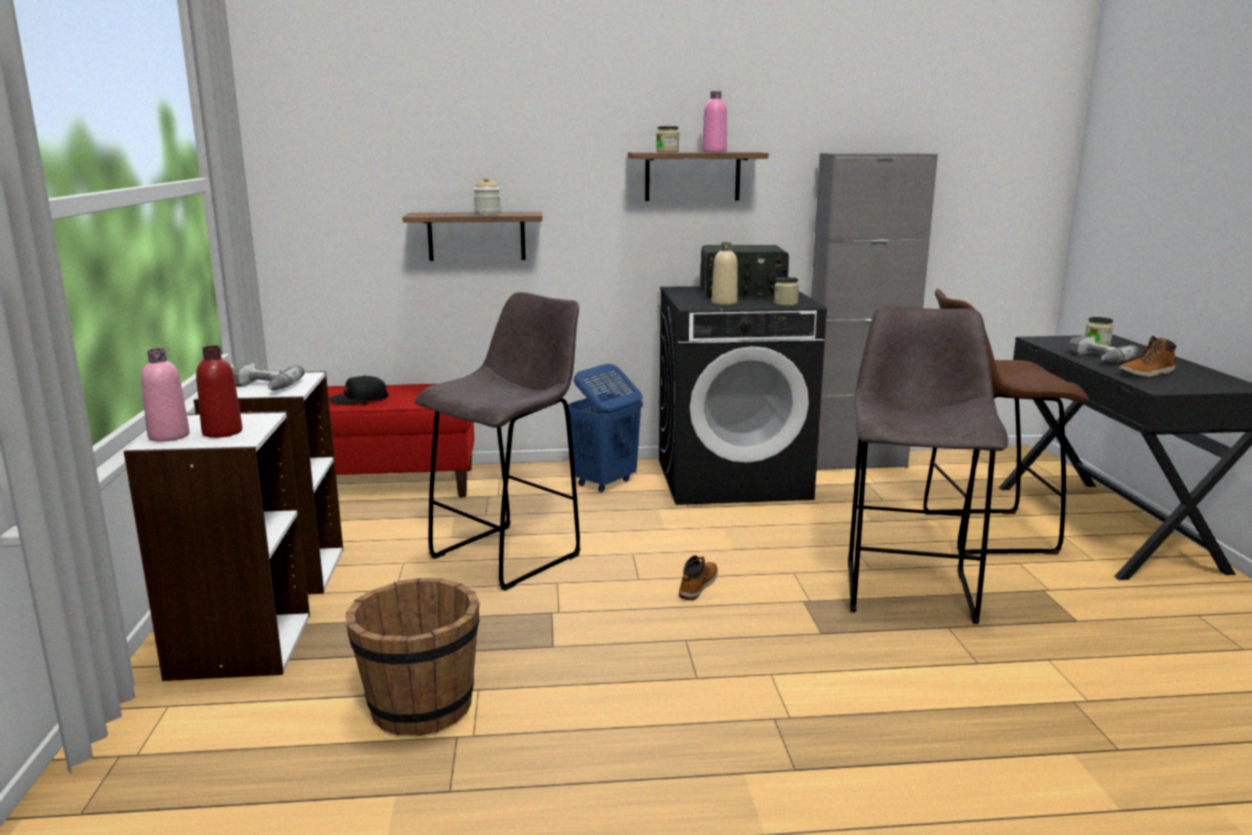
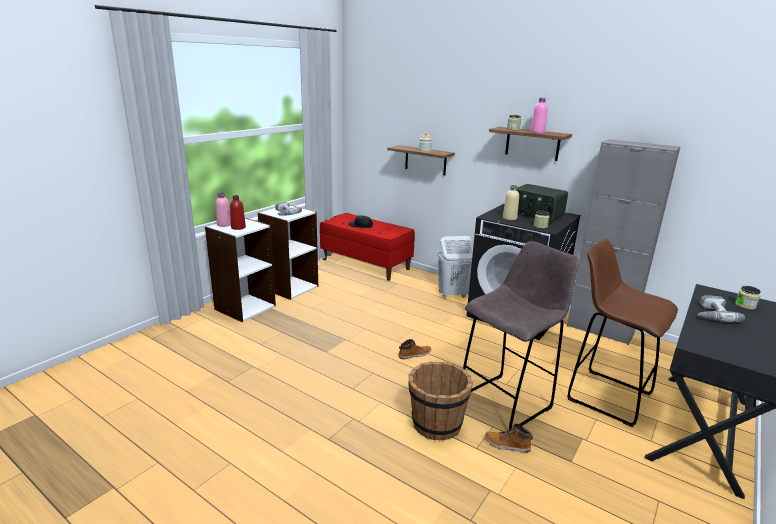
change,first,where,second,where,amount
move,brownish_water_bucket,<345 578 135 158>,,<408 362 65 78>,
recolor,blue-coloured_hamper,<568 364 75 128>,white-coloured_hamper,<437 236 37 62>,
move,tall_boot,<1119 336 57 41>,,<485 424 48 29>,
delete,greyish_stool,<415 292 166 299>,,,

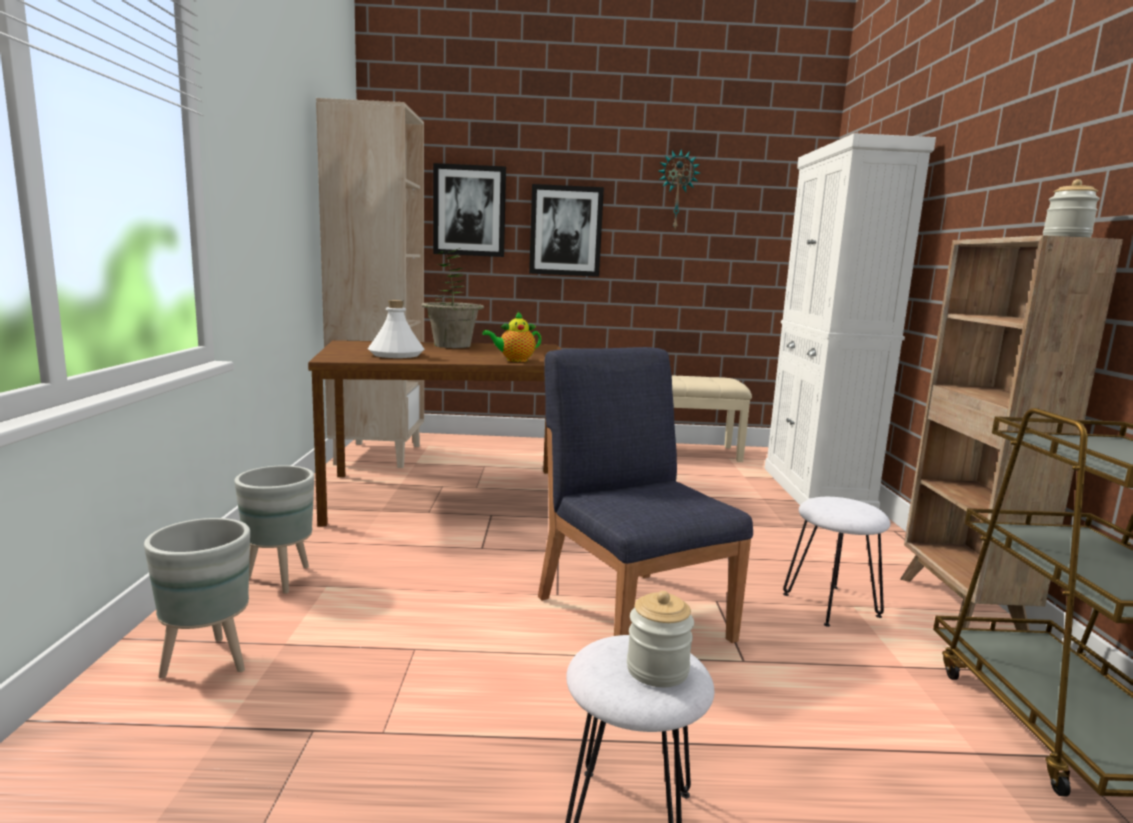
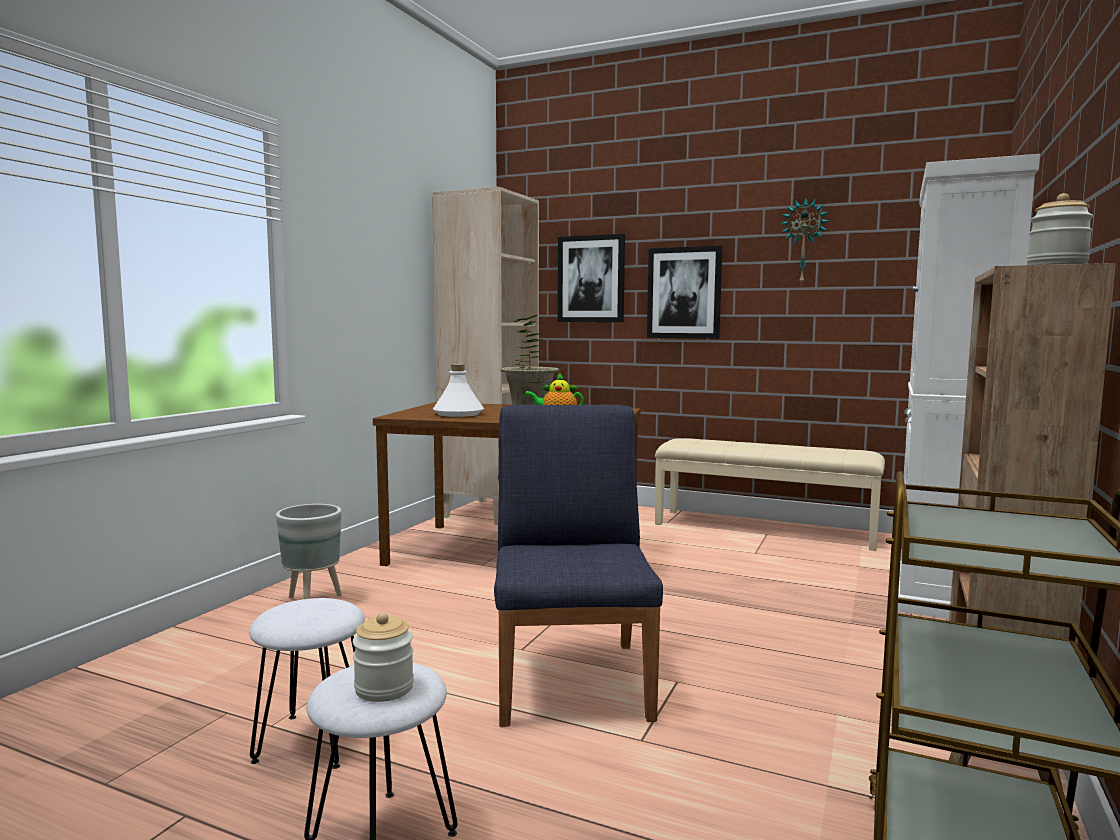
change,first,where,second,where,amount
move,white-coloured_stool,<783 497 108 130>,,<249 598 116 171>,
delete,greyish_planter,<144 518 106 161>,,,

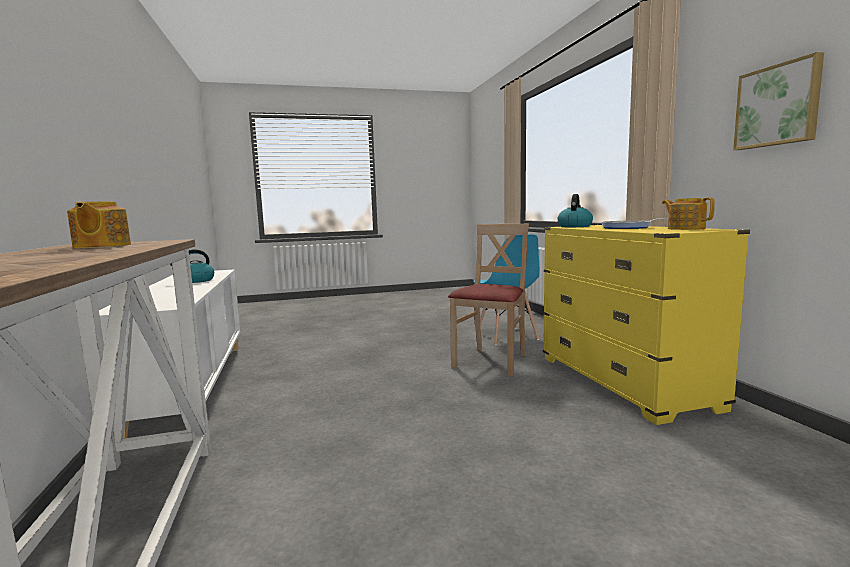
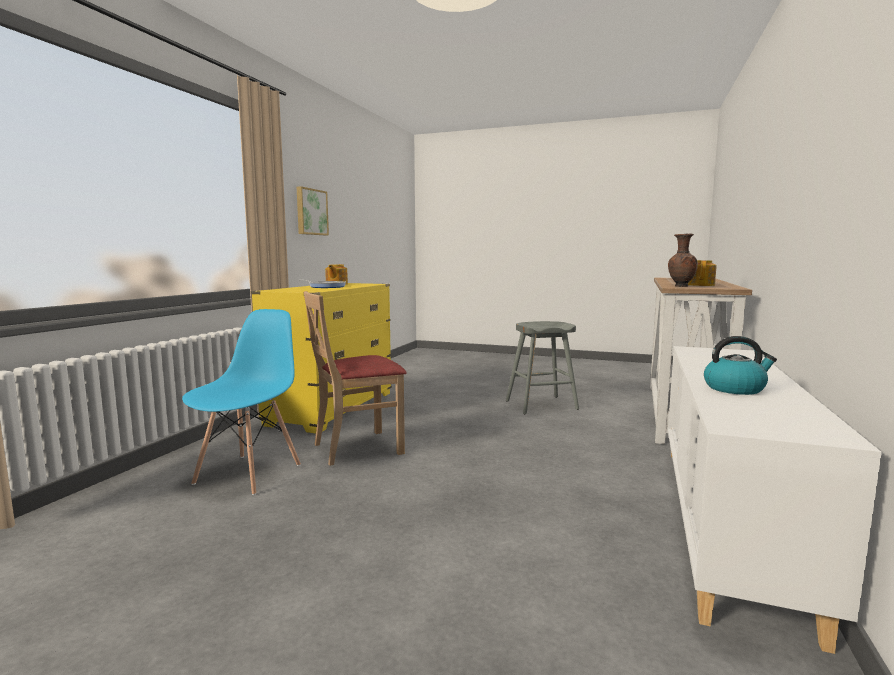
change,first,where,second,where,amount
insert,,,greyish_stool,<506 321 73 93>,
insert,,,brownish_flower_vase,<668 234 30 53>,
delete,kettle,<558 194 35 33>,,,

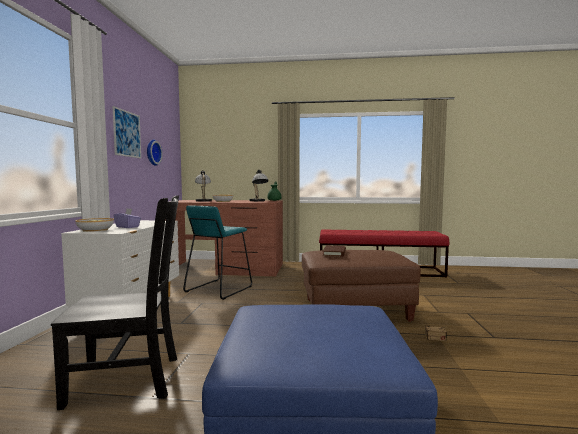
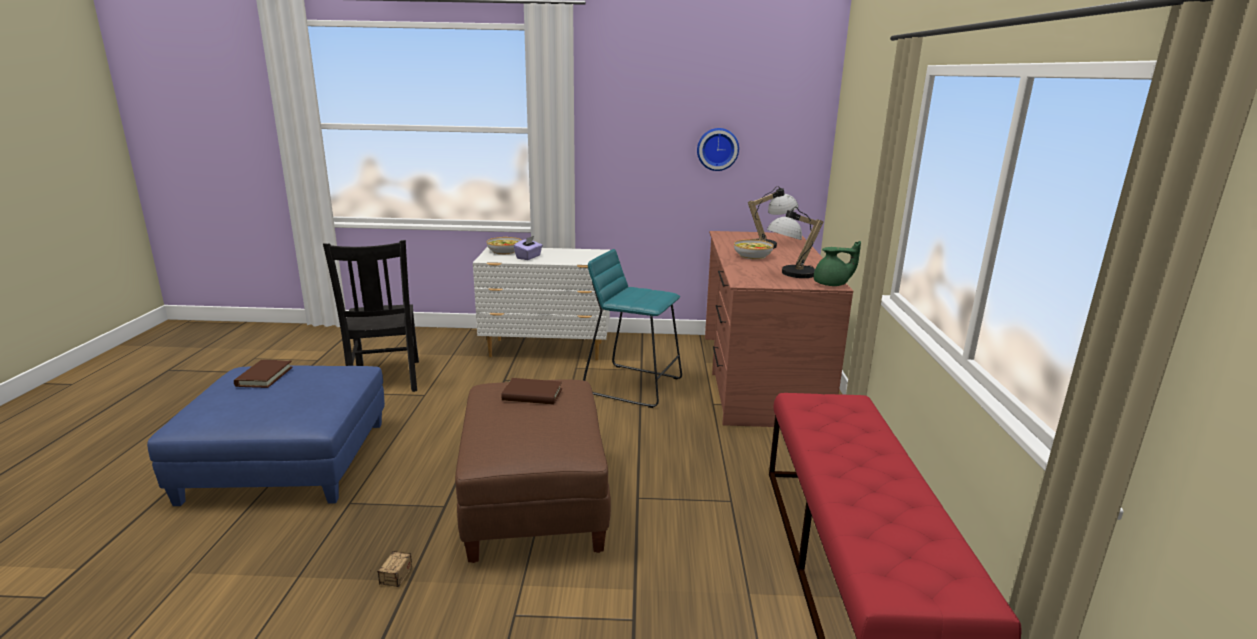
change,first,where,second,where,amount
insert,,,brownish_volume,<234 360 59 28>,
delete,wall_picture,<112 106 29 52>,,,

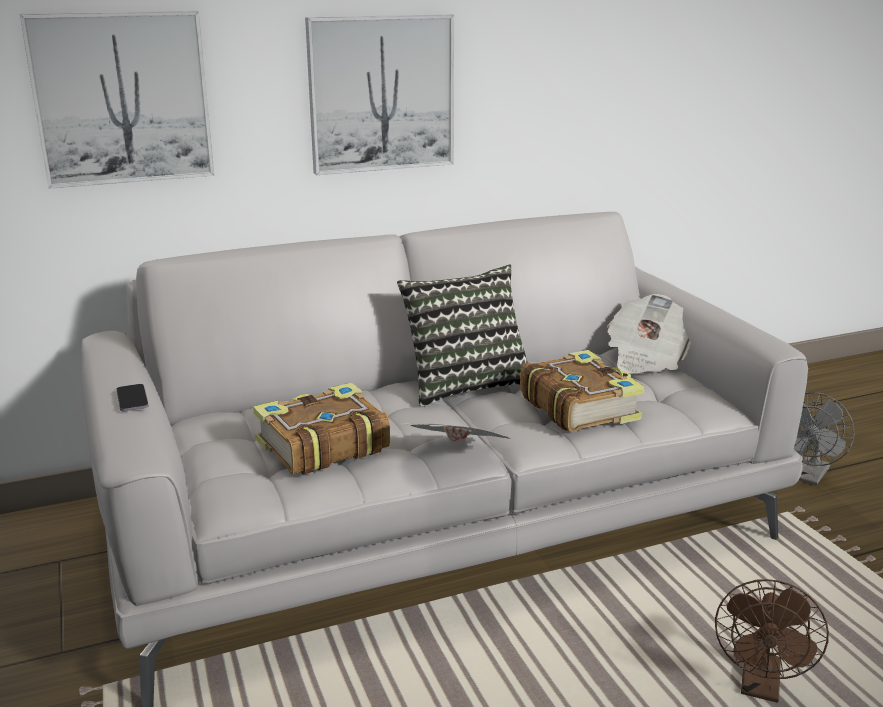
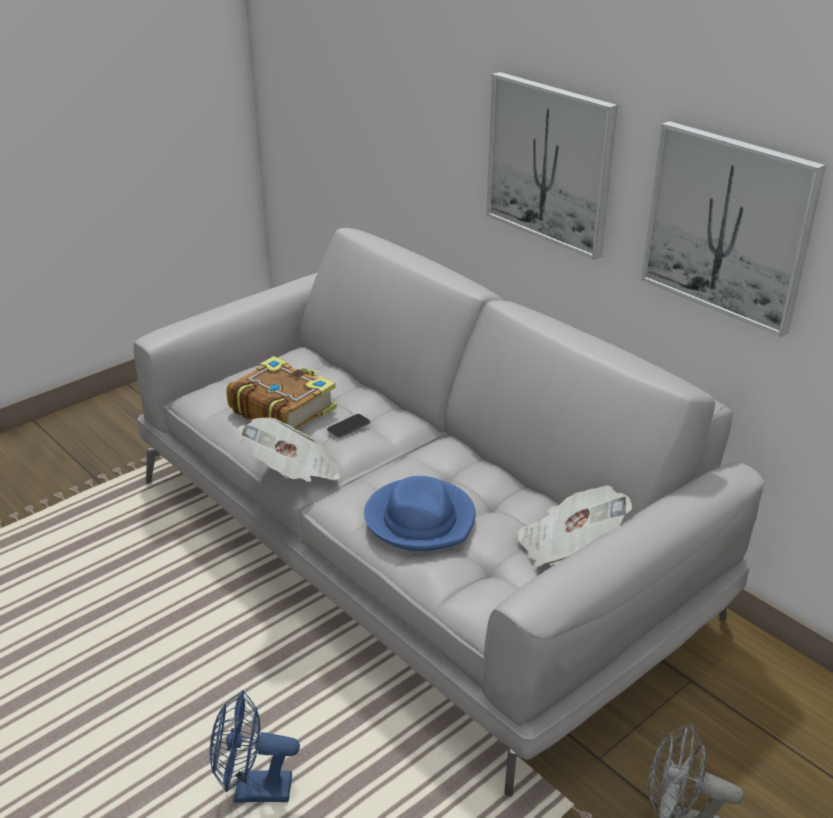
change,first,where,second,where,amount
recolor,brownish_cooling_fan,<715 579 114 124>,blue-coloured_cooling_fan,<210 690 90 112>,
move,telephone,<117 384 32 28>,,<327 414 43 24>,
replace,volume,<520 350 124 82>,blue-coloured_clothing_hat,<364 476 112 75>,
move,wall_picture,<20 11 194 178>,,<641 121 185 216>,
delete,cushion,<397 264 131 143>,,,

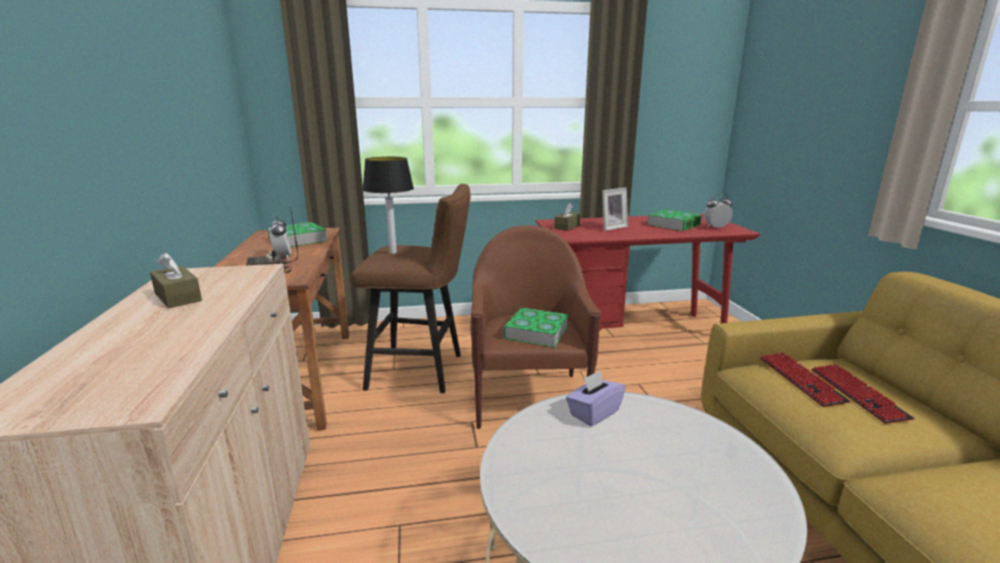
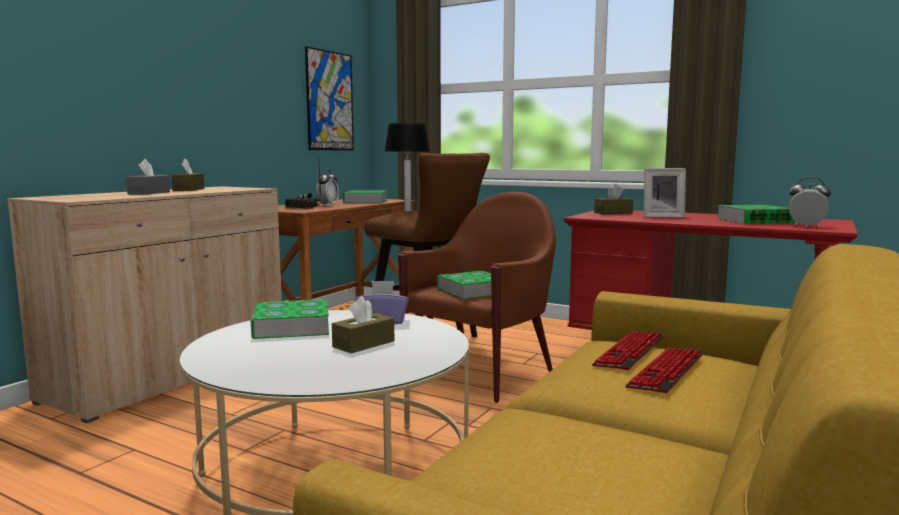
change,first,where,second,where,amount
insert,,,greyish_tissue_holder,<126 159 44 36>,
insert,,,volume,<251 299 78 40>,
insert,,,wall_picture,<305 46 49 104>,
insert,,,brownish_tissue_holder,<332 296 62 57>,

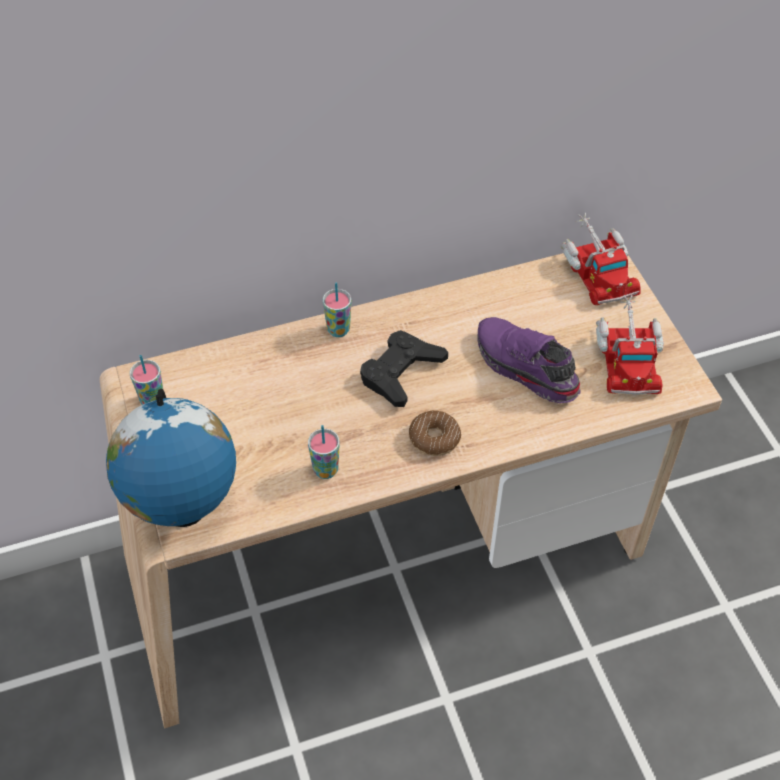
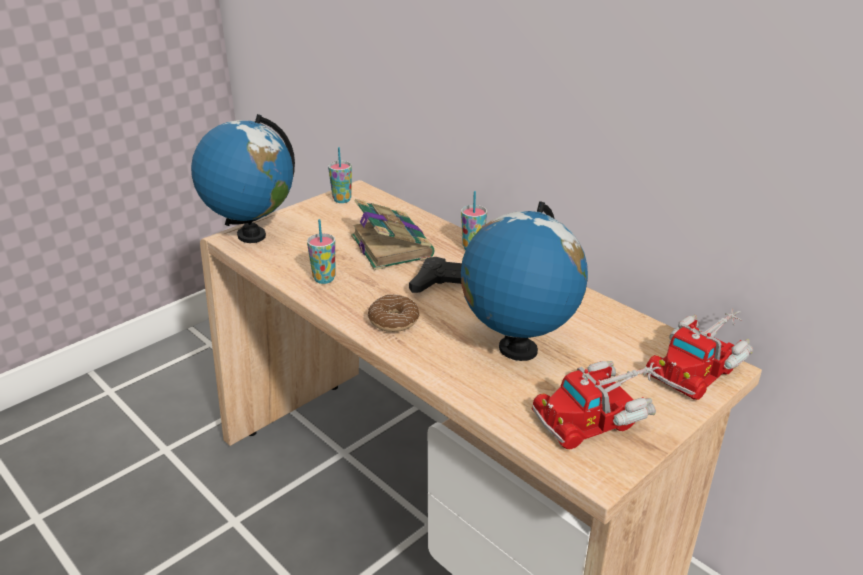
change,first,where,second,where,amount
insert,,,volume,<351 199 83 71>,
replace,purple-coloured_low_shoe,<477 317 103 86>,world_globe,<461 201 127 160>,

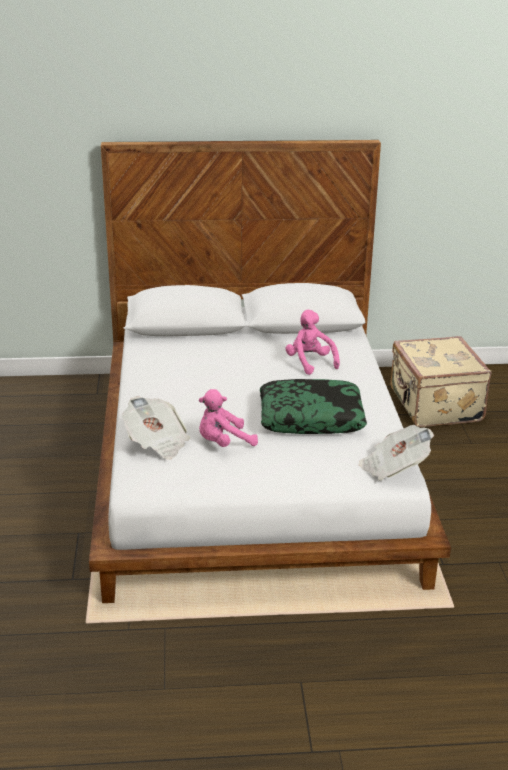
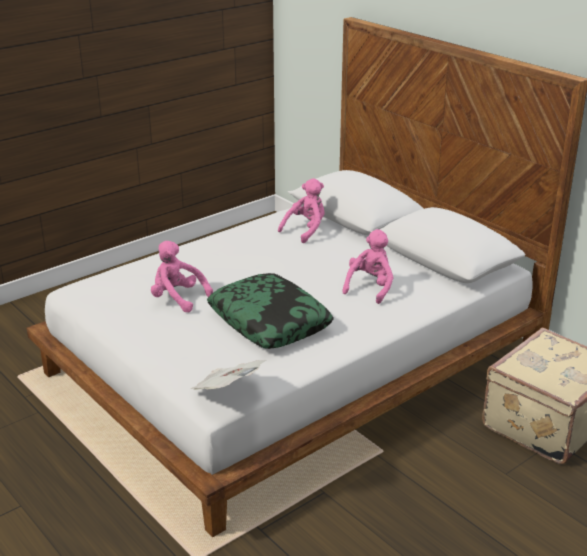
change,first,where,second,where,amount
insert,,,pink_cuddly_toy,<278 178 47 65>,
delete,printed_paper,<122 396 68 63>,,,

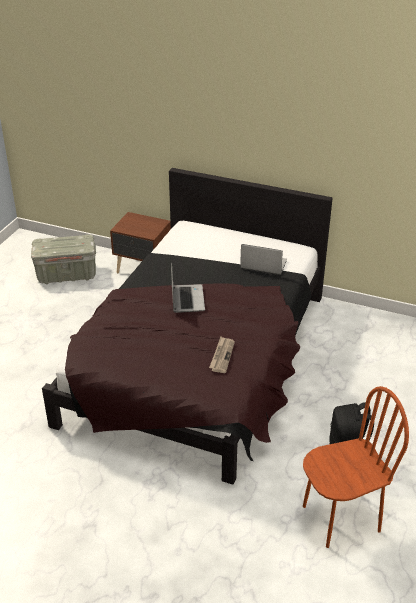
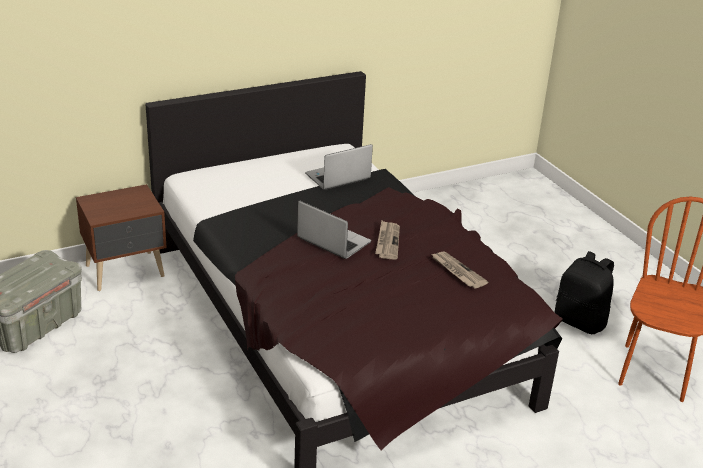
change,first,where,second,where,amount
insert,,,printed_paper,<375 220 25 40>,

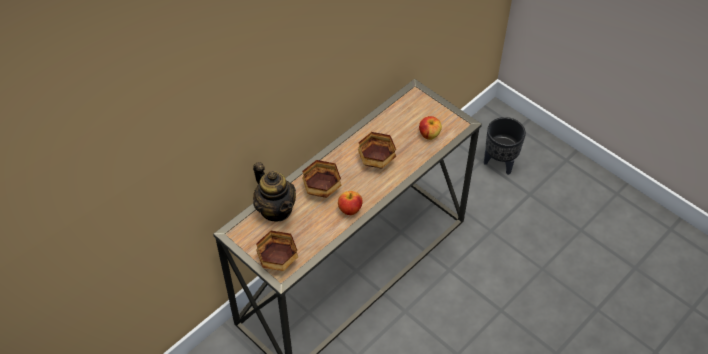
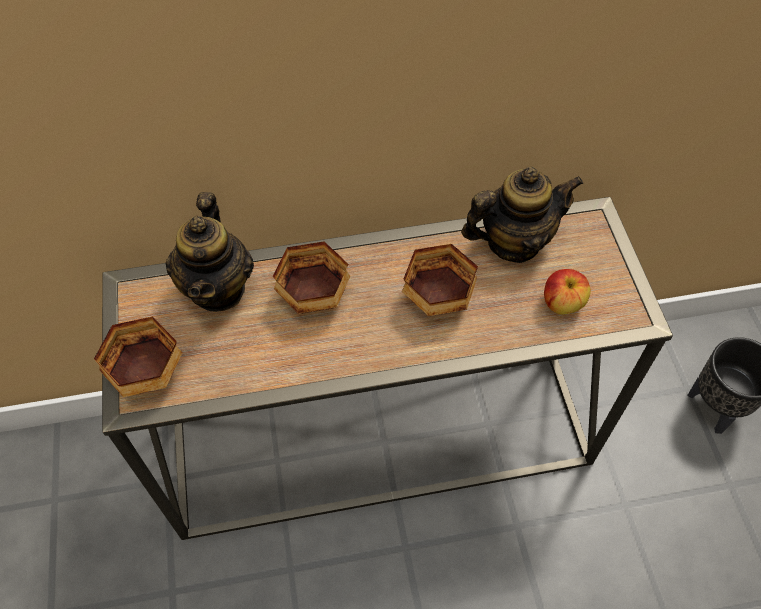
change,first,where,second,where,amount
insert,,,tea_pot,<461 167 123 96>,
delete,apple,<338 191 25 24>,,,

